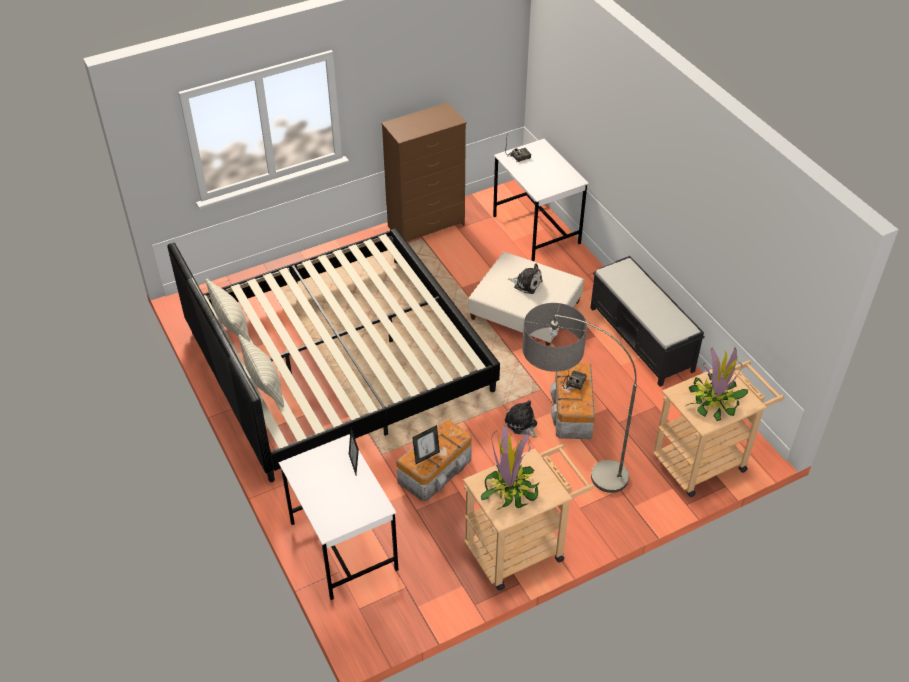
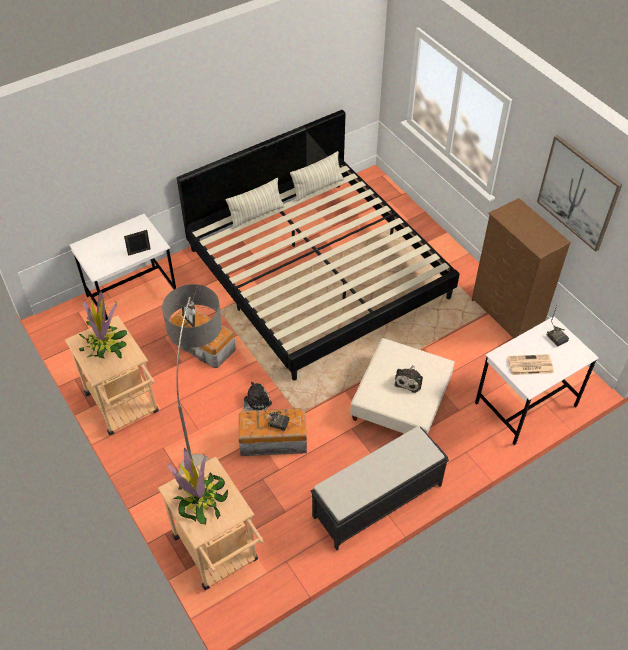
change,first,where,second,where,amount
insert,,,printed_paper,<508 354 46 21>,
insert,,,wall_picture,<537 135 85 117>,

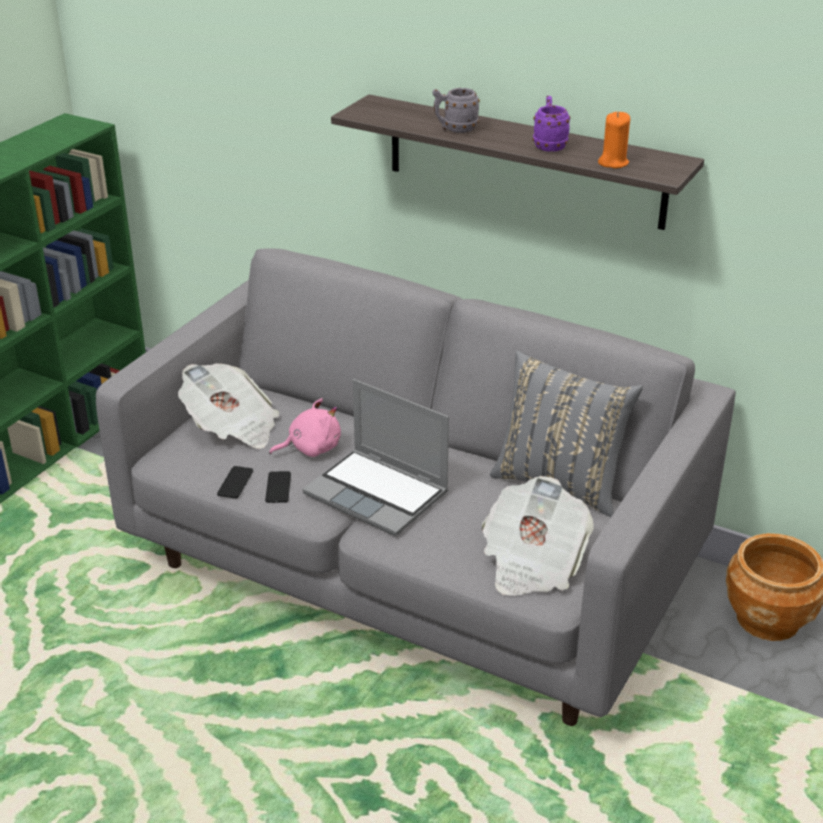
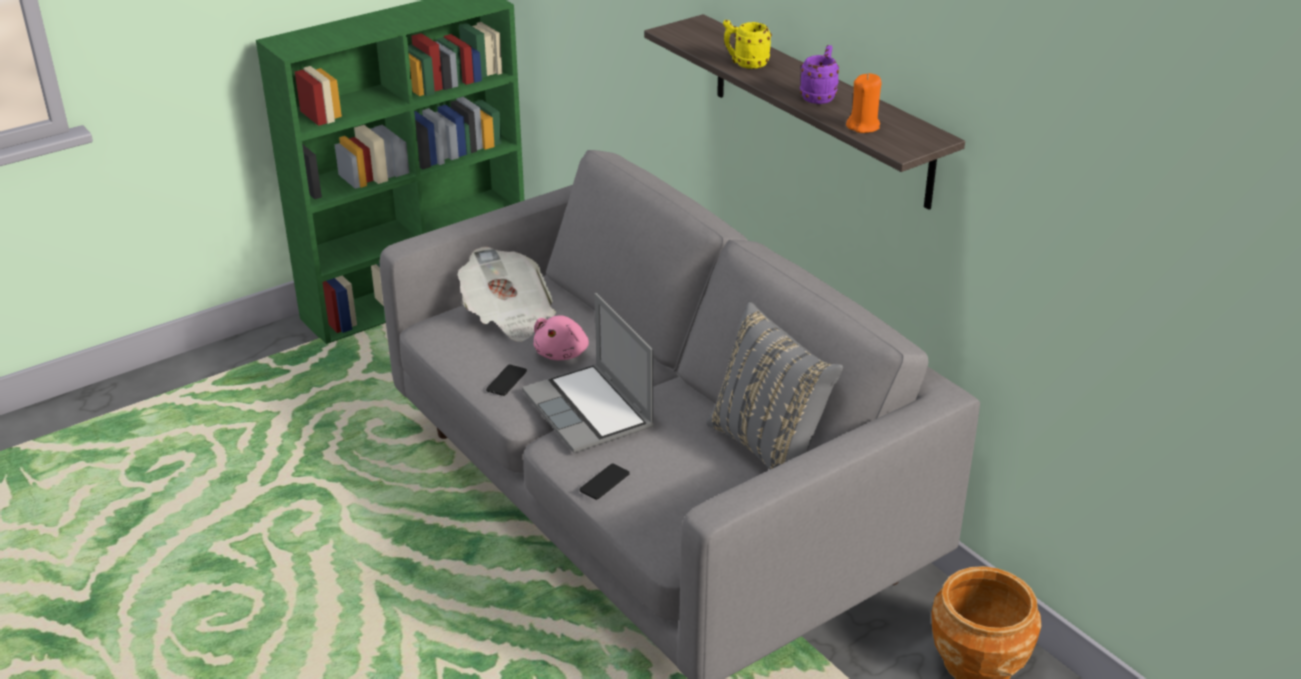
change,first,where,second,where,amount
rotate,pink_cuddly_toy,<269 398 72 59>,,<534 315 55 45>,105 degrees clockwise
move,telephone,<217 466 36 32>,,<580 463 50 37>,
recolor,greyish_mug,<432 88 48 45>,yellow_mug,<723 20 49 49>,
delete,printed_paper,<481 476 113 120>,,,

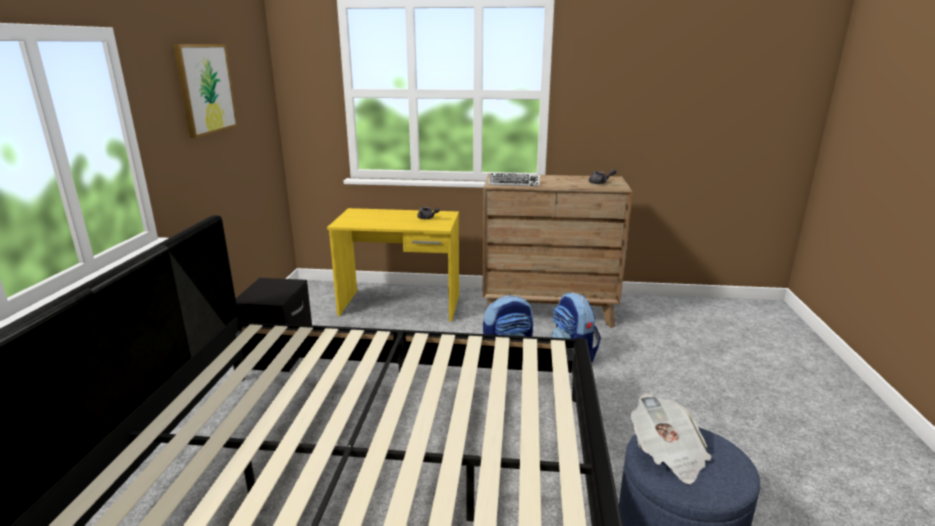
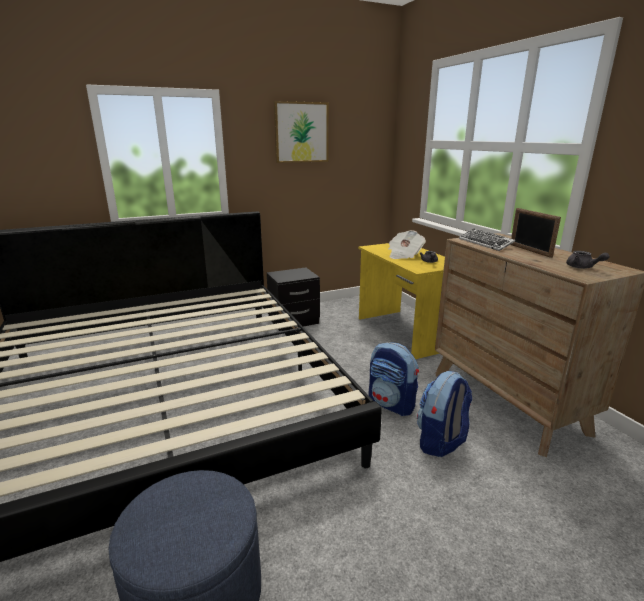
change,first,where,second,where,amount
move,printed_paper,<631 394 81 90>,,<388 230 38 29>,
insert,,,photo_frame,<510 208 51 50>,

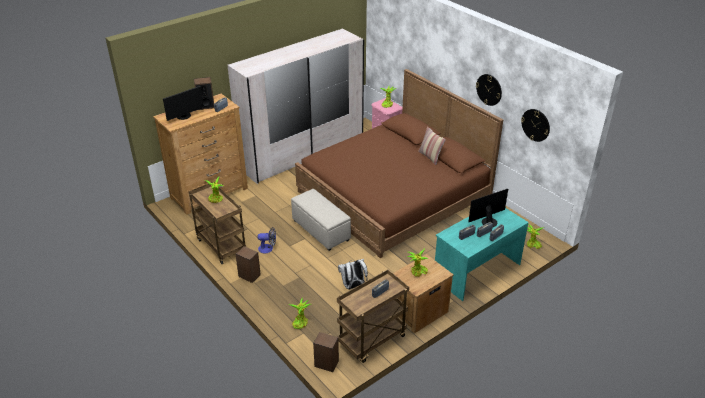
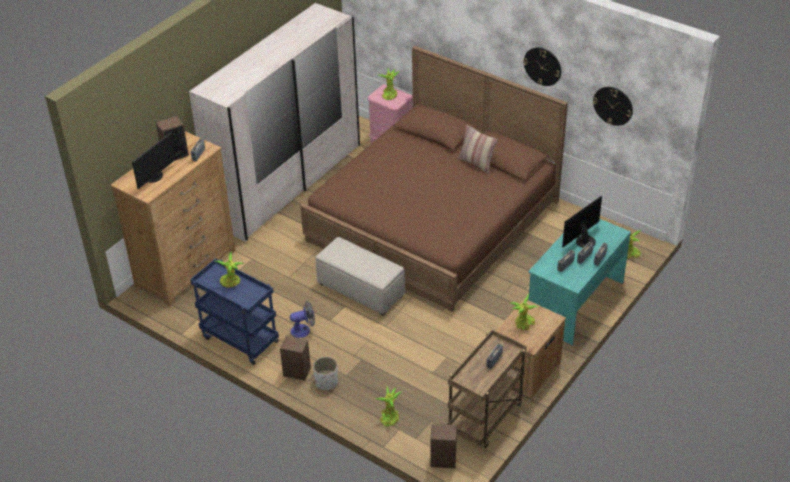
change,first,where,second,where,amount
recolor,brownish_trolley,<189 182 57 82>,blue-coloured_trolley,<190 258 89 107>,
insert,,,white-coloured_planter,<313 356 25 34>,
delete,white-coloured_rucksack,<338 259 30 31>,,,

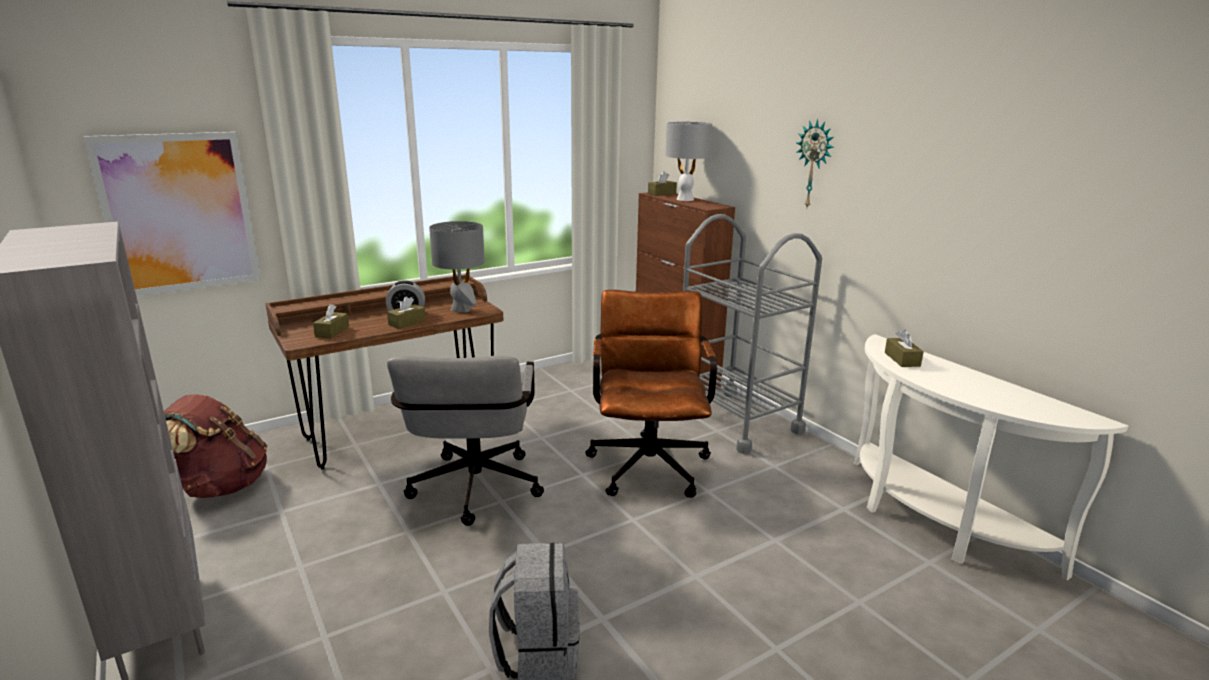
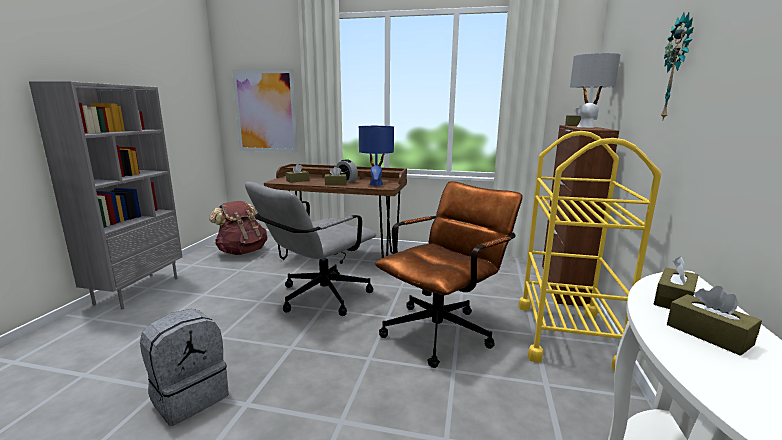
change,first,where,second,where,amount
recolor,greyish_lamp_for_a_table,<429 221 56 92>,blue-coloured_lamp_for_a_table,<359 126 35 60>,
recolor,greyish_trolley,<683 214 139 240>,yellow_trolley,<518 131 143 241>,
insert,,,brownish_tissue_holder,<667 286 95 70>,

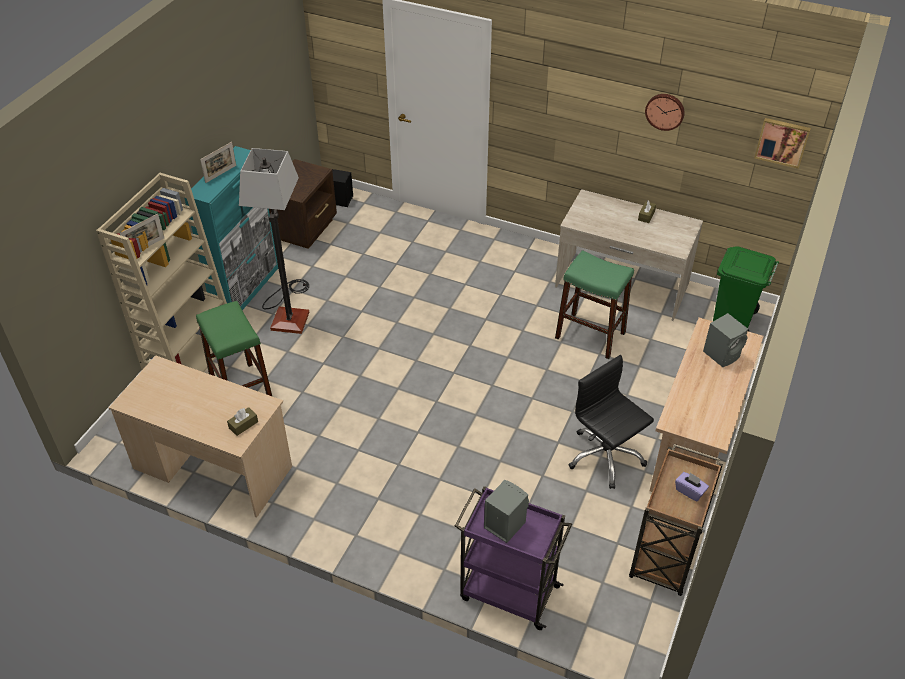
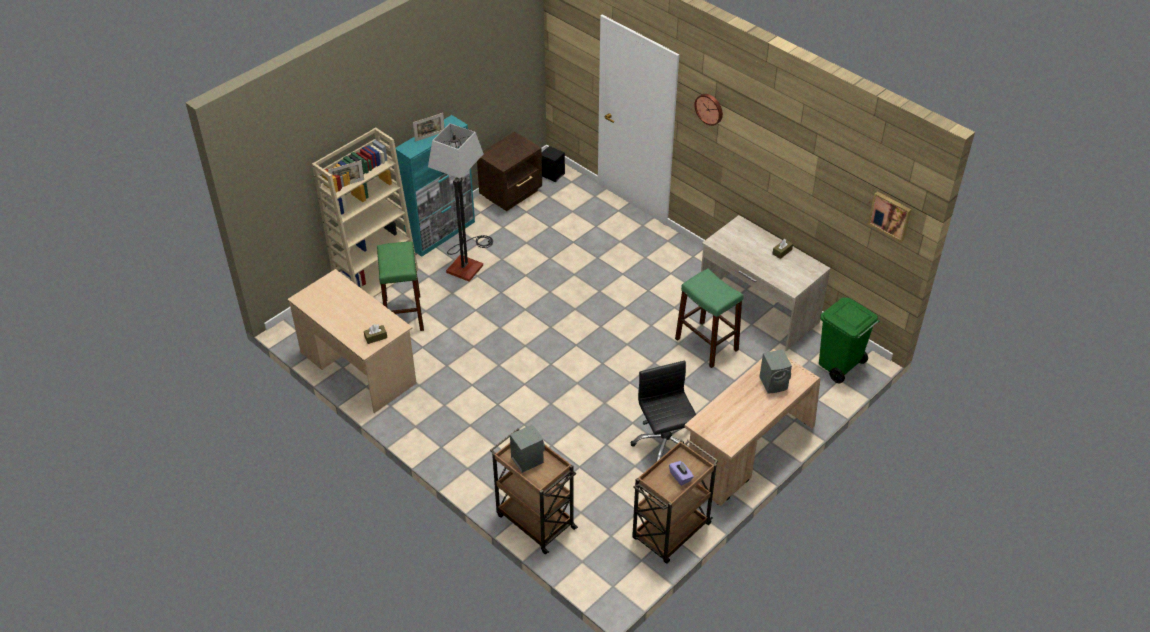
change,first,where,second,where,amount
recolor,purple-coloured_trolley,<455 486 117 144>,brownish_trolley,<490 428 88 126>,
move,wall_clock,<645 94 40 37>,,<694 94 29 32>,

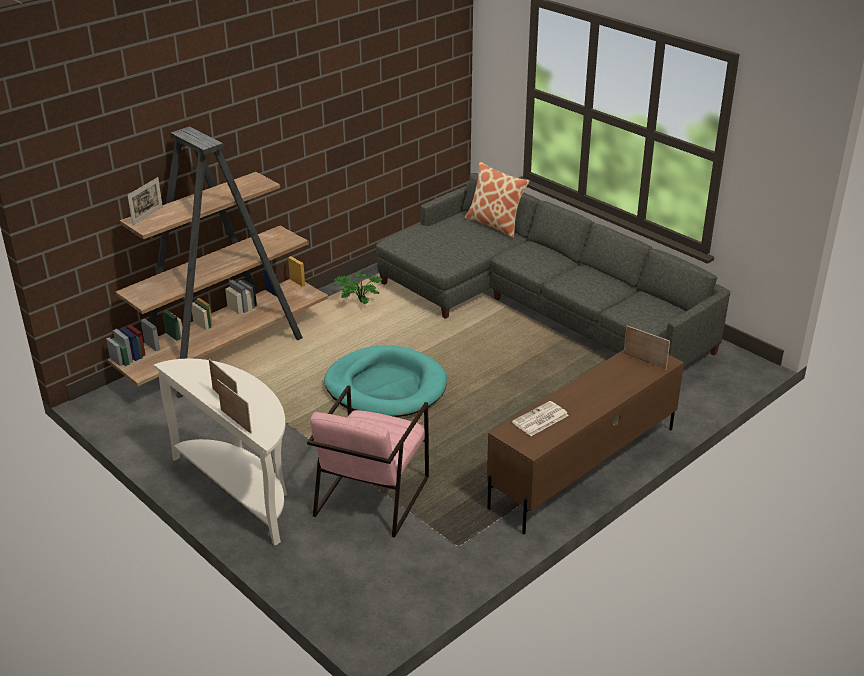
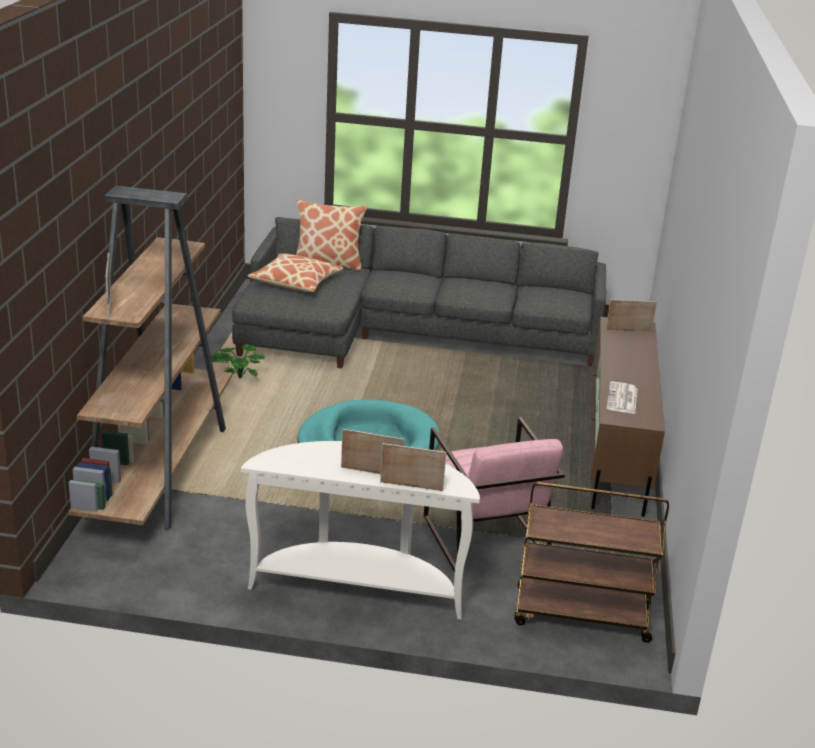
change,first,where,second,where,amount
insert,,,cushion,<247 253 97 39>,
insert,,,brownish_trolley,<514 482 155 161>,

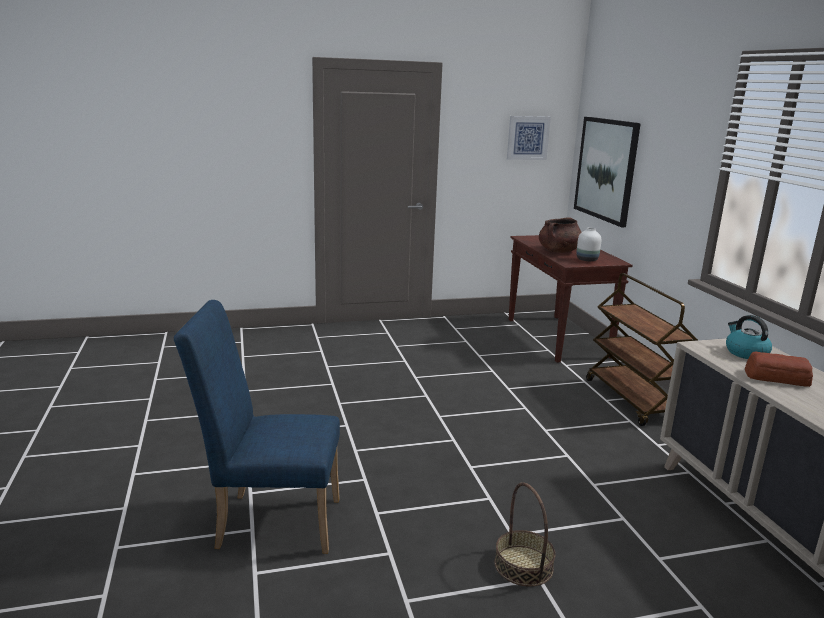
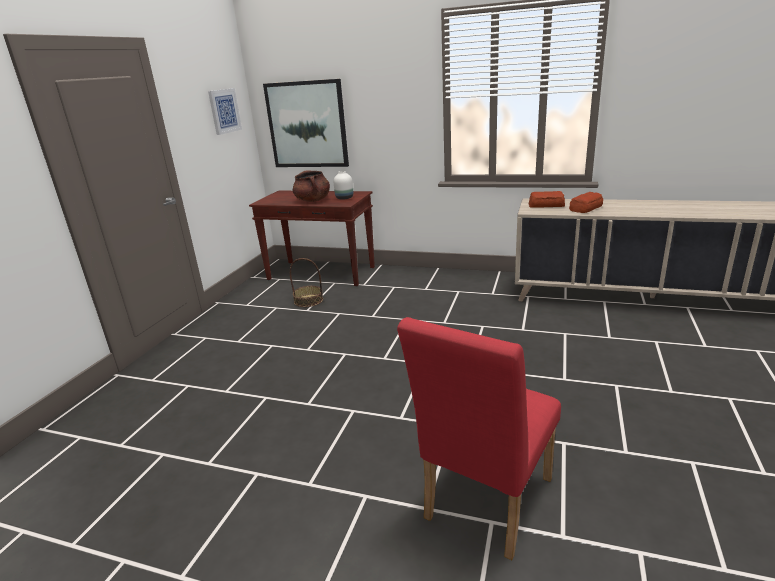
change,first,where,second,where,amount
move,basket,<495 482 61 104>,,<290 258 33 49>,
recolor,blue-coloured_upright_chair,<174 300 166 254>,reddish_upright_chair,<397 317 164 243>,
replace,kettle,<726 315 46 44>,bread,<528 191 37 17>,
delete,brownish_trolley,<586 273 112 153>,,,

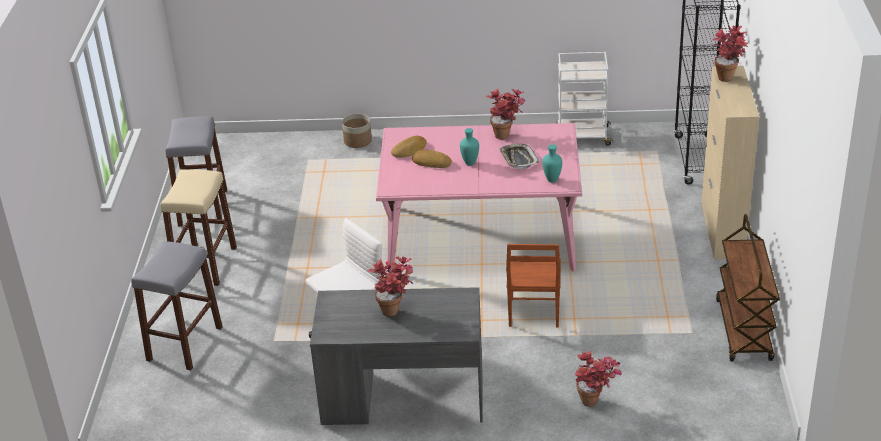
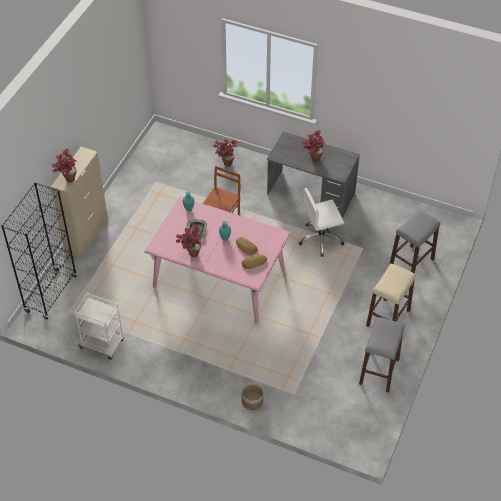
change,first,where,second,where,amount
delete,brownish_trolley,<716 214 64 147>,,,

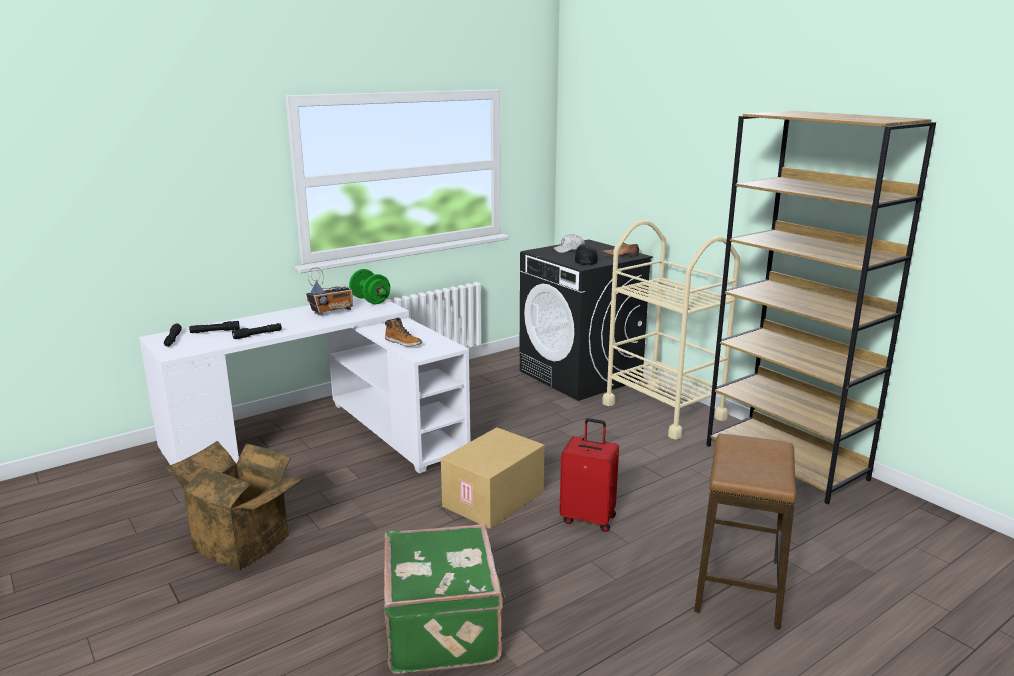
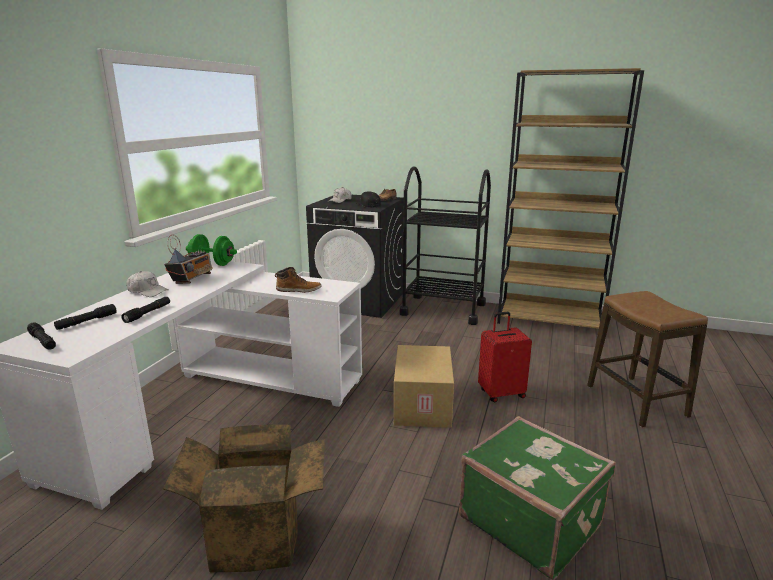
change,first,where,second,where,amount
insert,,,white-coloured_cap,<126 271 43 26>,
recolor,sand-coloured_trolley,<602 220 138 220>,black-coloured_trolley,<400 166 91 159>,

